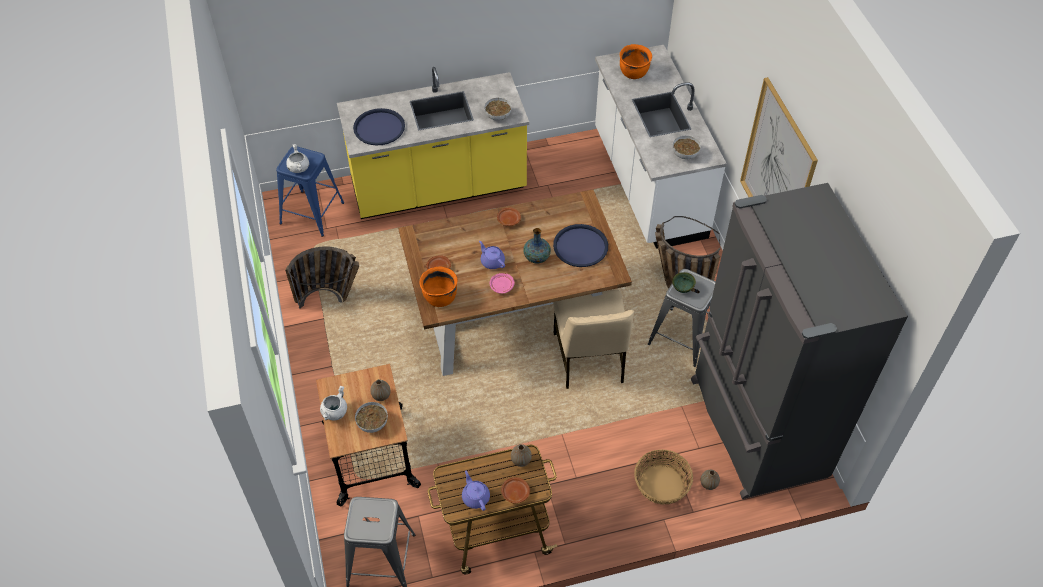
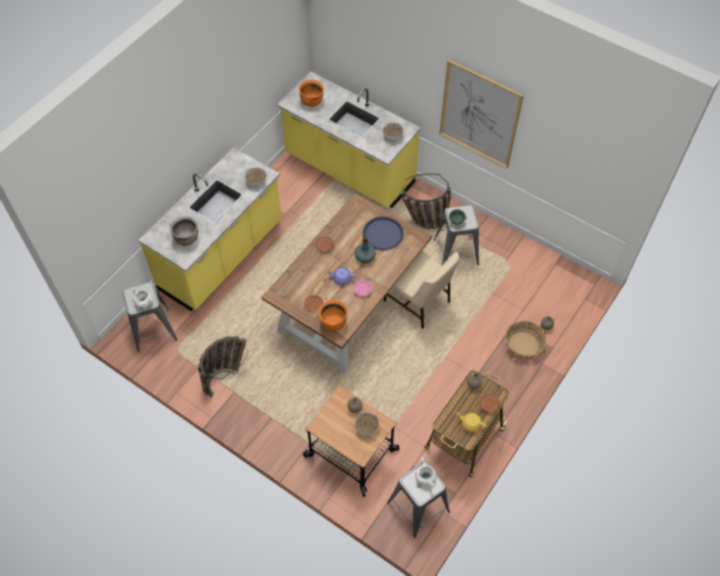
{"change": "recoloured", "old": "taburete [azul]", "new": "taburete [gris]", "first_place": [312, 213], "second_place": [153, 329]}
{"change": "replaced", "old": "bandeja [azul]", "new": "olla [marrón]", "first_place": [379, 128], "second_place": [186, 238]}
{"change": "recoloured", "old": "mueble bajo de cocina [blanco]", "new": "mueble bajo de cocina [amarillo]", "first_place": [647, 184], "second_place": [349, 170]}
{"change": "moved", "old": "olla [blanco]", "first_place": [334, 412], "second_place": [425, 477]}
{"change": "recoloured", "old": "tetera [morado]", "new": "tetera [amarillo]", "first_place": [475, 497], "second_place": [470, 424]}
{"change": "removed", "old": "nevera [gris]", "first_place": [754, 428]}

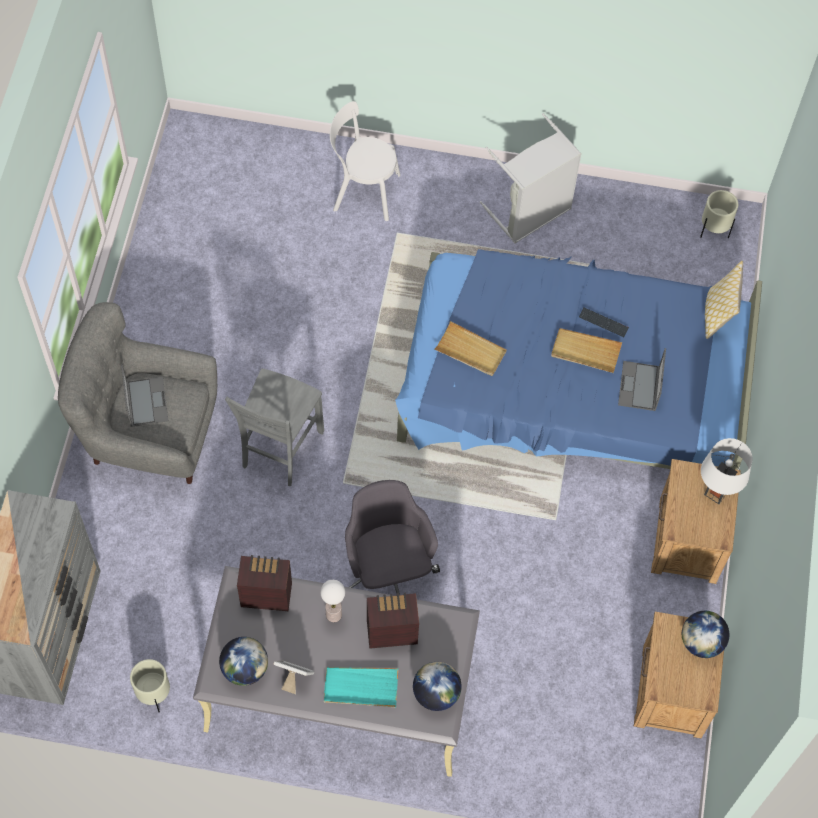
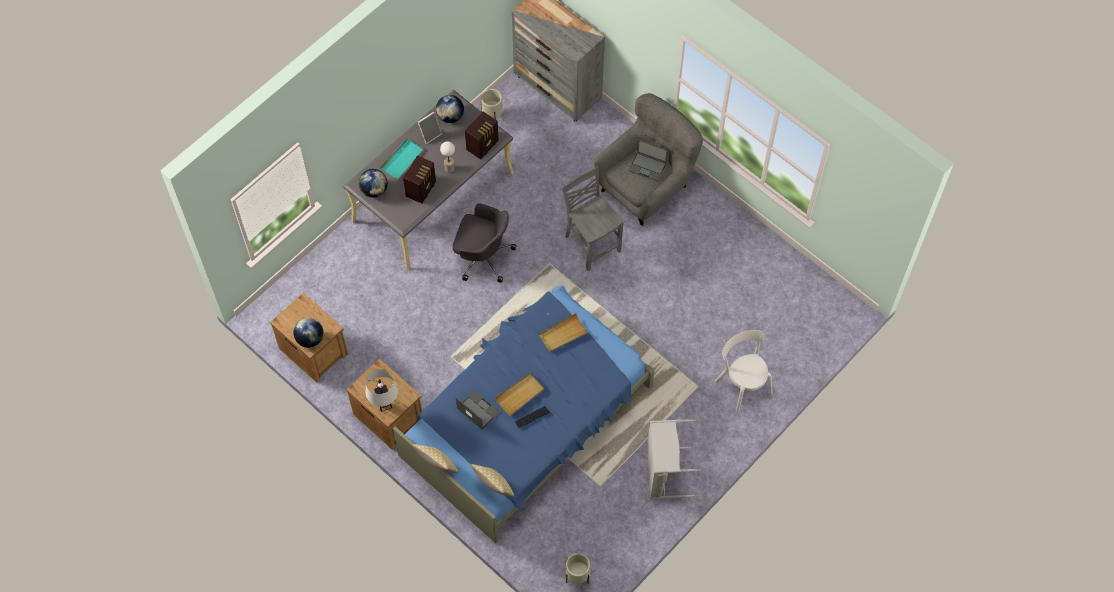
{"change": "added", "new": "cojín", "second_place": [437, 465]}
{"change": "turned", "old": "silla [blanco]", "first_place": [363, 191], "second_place": [742, 384], "degrees": -75}

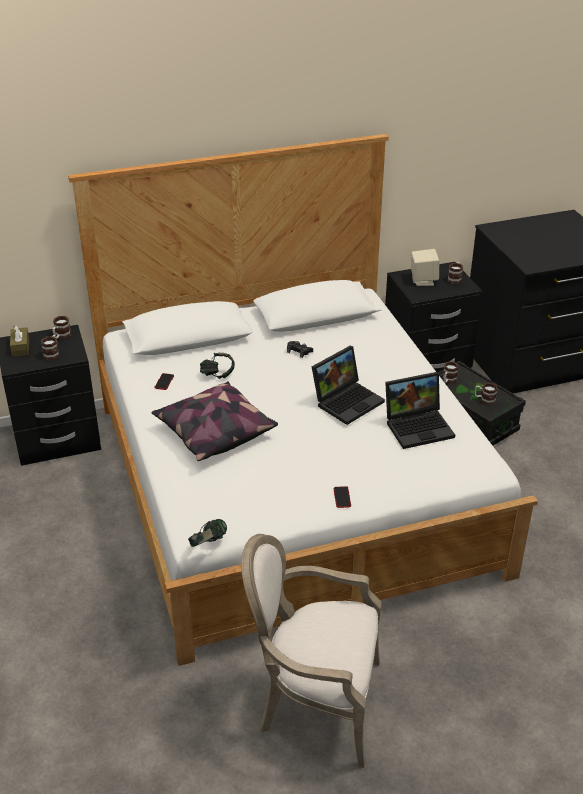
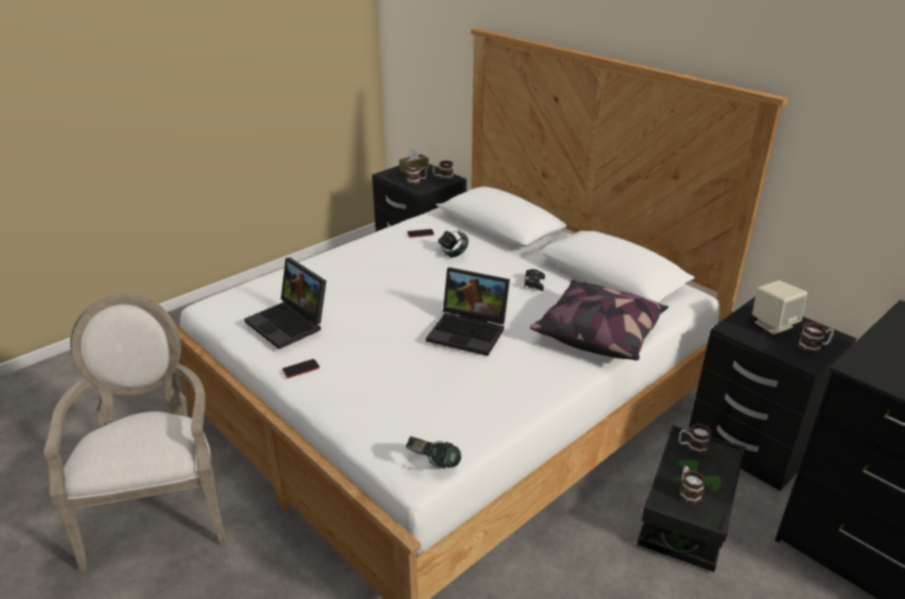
{"change": "moved", "old": "portátil", "first_place": [419, 426], "second_place": [290, 323]}
{"change": "moved", "old": "auriculares", "first_place": [208, 544], "second_place": [433, 464]}
{"change": "moved", "old": "cojín", "first_place": [214, 433], "second_place": [598, 334]}

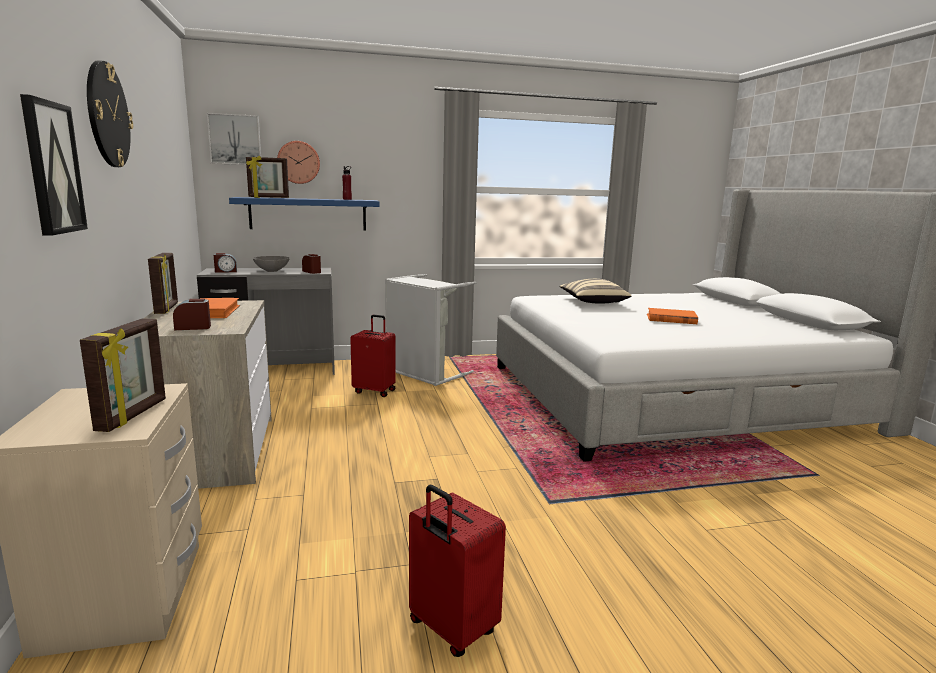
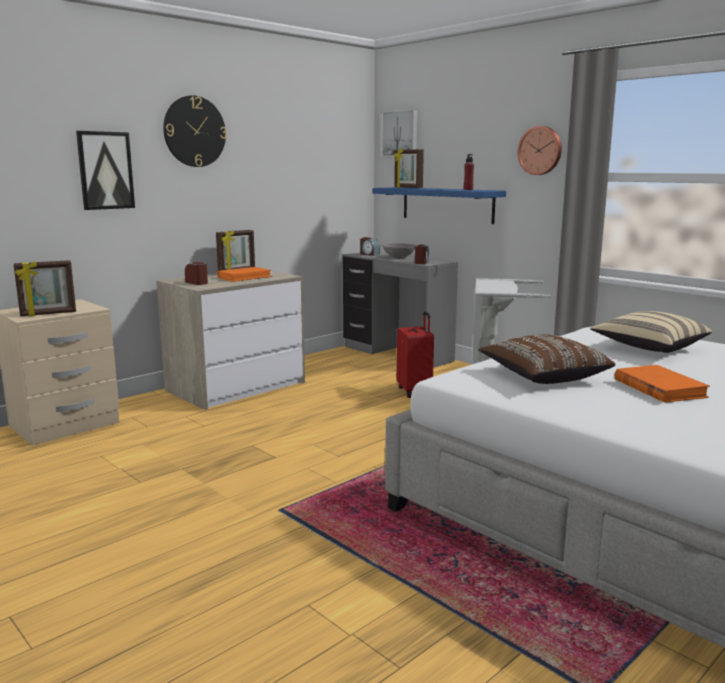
{"change": "added", "new": "cojín [marrón]", "second_place": [543, 376]}
{"change": "moved", "old": "reloj de pared", "first_place": [298, 162], "second_place": [540, 150]}
{"change": "removed", "old": "maleta [rojo]", "first_place": [451, 629]}

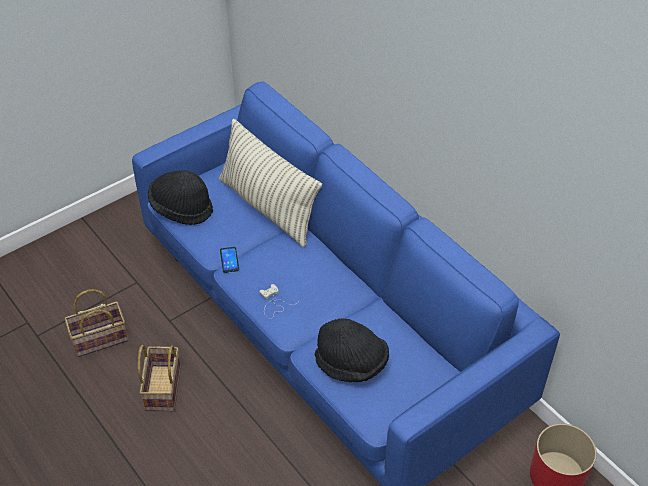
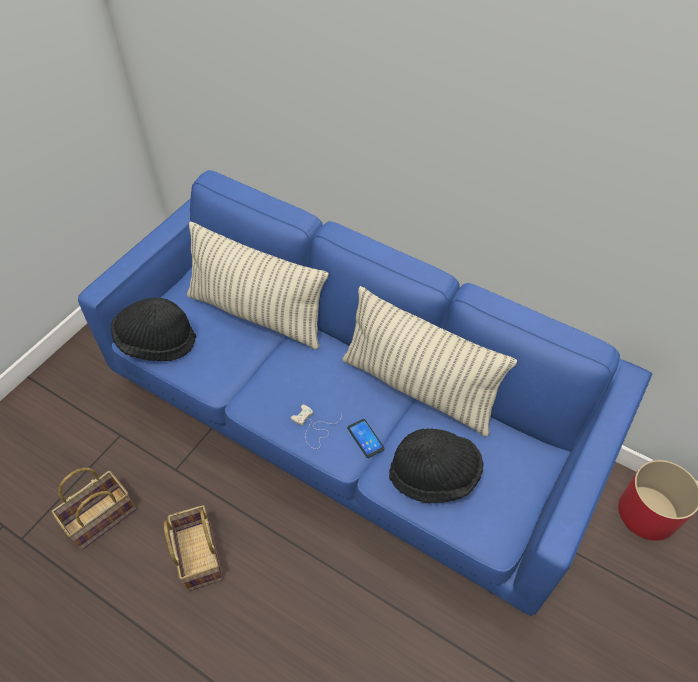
{"change": "added", "new": "cojín", "second_place": [418, 388]}
{"change": "moved", "old": "móvil", "first_place": [229, 260], "second_place": [365, 438]}

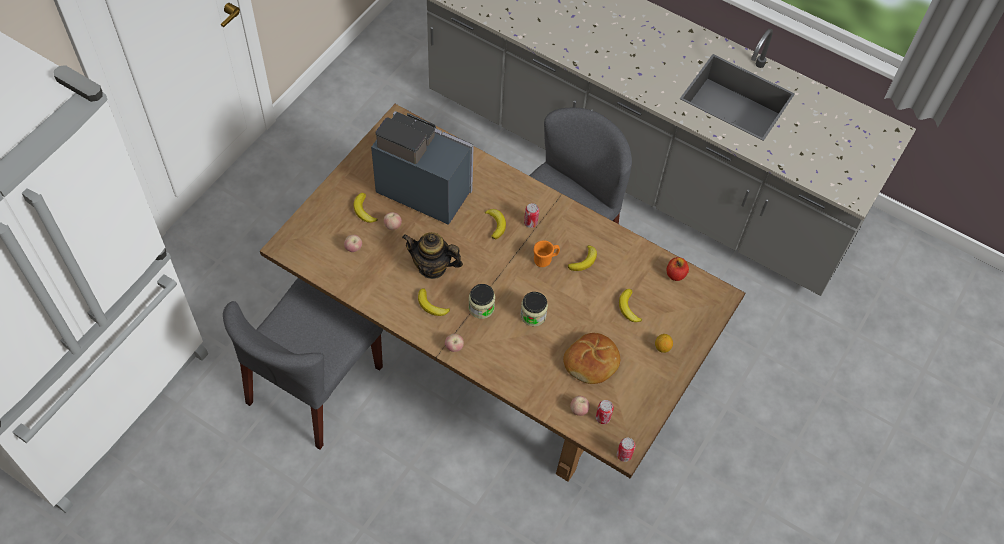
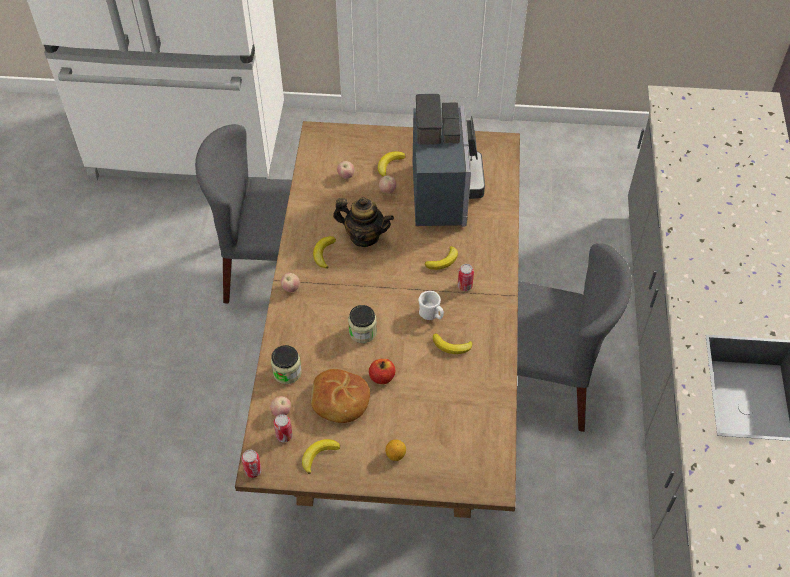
{"change": "moved", "old": "tarro", "first_place": [481, 308], "second_place": [287, 372]}
{"change": "moved", "old": "plátano", "first_place": [628, 308], "second_place": [318, 455]}
{"change": "turned", "old": "tetera", "first_place": [432, 267], "second_place": [364, 236], "degrees": 120}
{"change": "moved", "old": "manzana", "first_place": [675, 274], "second_place": [382, 377]}
{"change": "recoloured", "old": "taza grande [naranja]", "new": "taza grande [blanco]", "first_place": [545, 259], "second_place": [431, 315]}

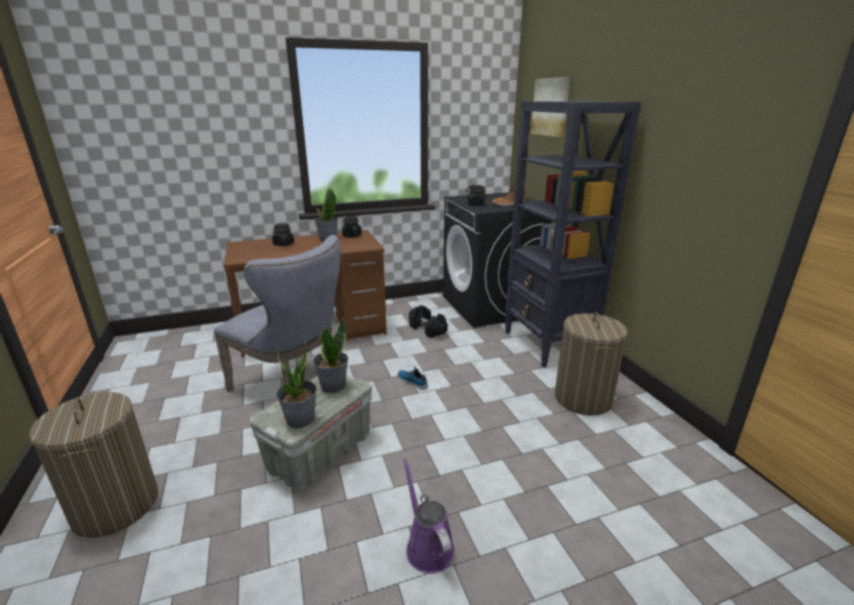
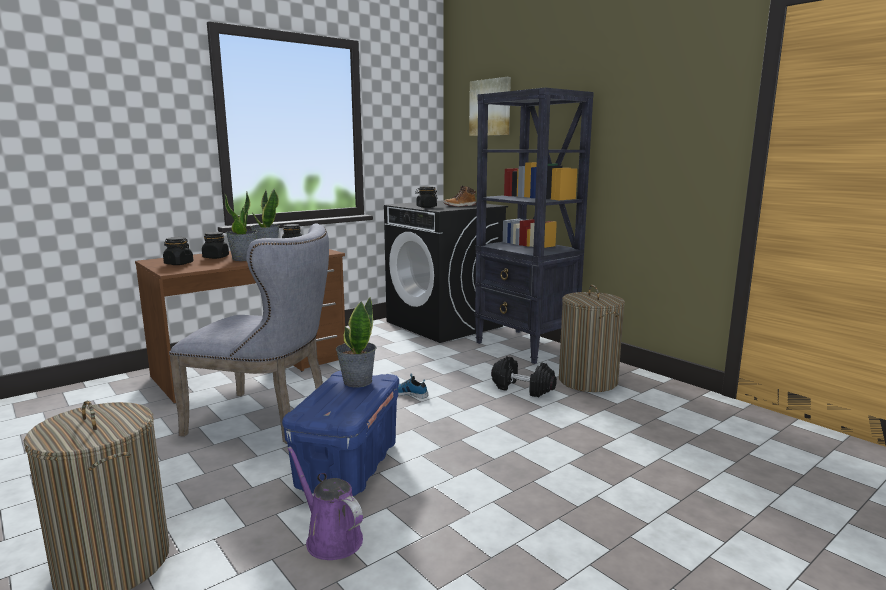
{"change": "added", "new": "tarro [negro]", "second_place": [178, 264]}
{"change": "moved", "old": "planta en maceta", "first_place": [300, 419], "second_place": [244, 259]}
{"change": "recoloured", "old": "caja de almacenaje [gris]", "new": "caja de almacenaje [azul]", "first_place": [320, 451], "second_place": [348, 465]}
{"change": "moved", "old": "regadera [morado]", "first_place": [427, 545], "second_place": [330, 538]}
{"change": "moved", "old": "mancuerna [negro]", "first_place": [428, 329], "second_place": [523, 388]}

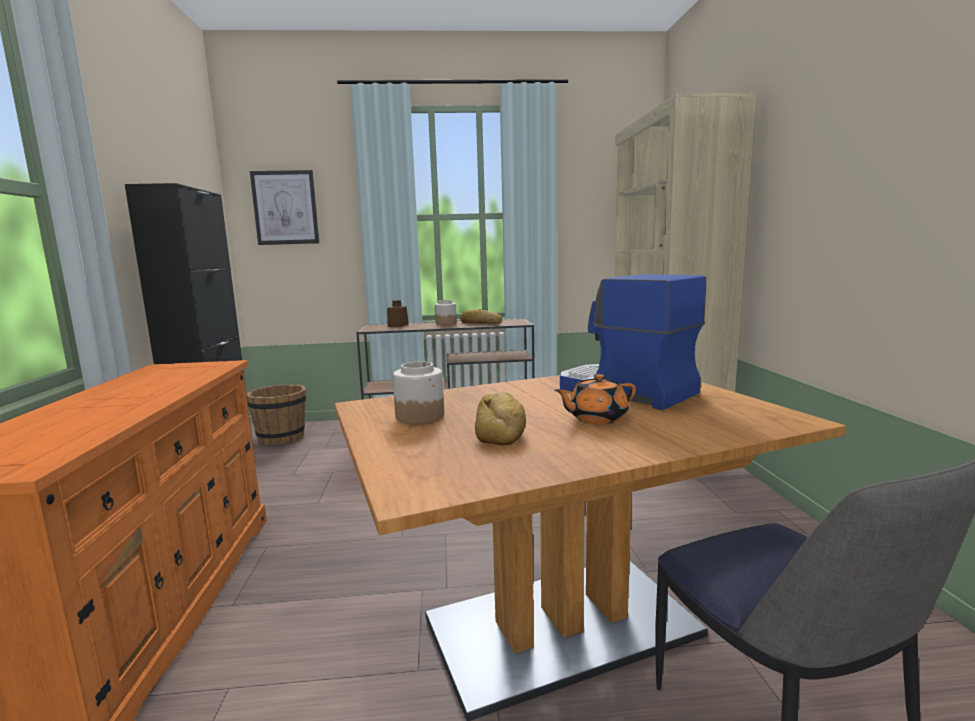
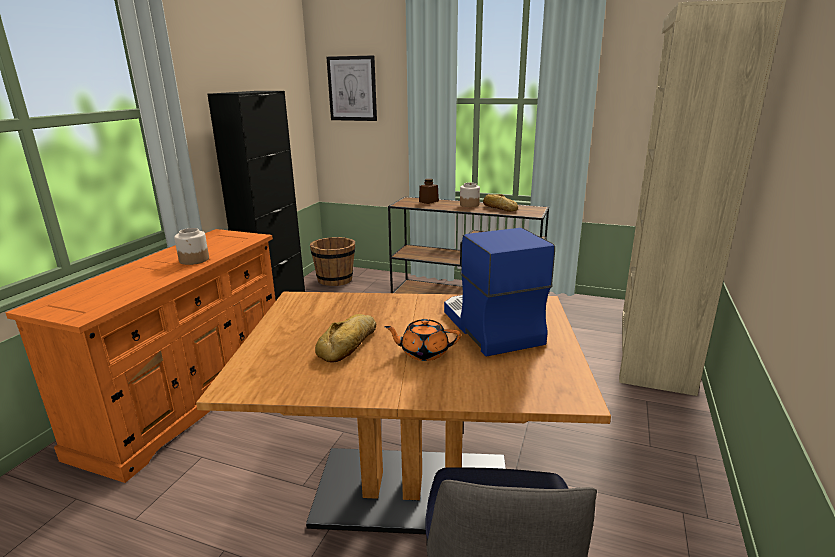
{"change": "moved", "old": "tarro", "first_place": [420, 416], "second_place": [194, 260]}

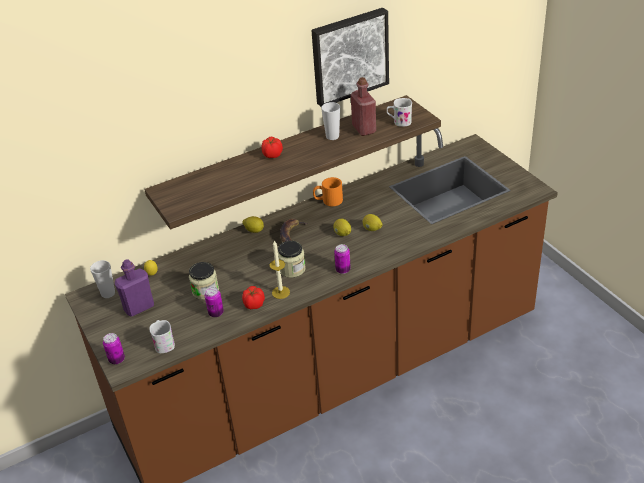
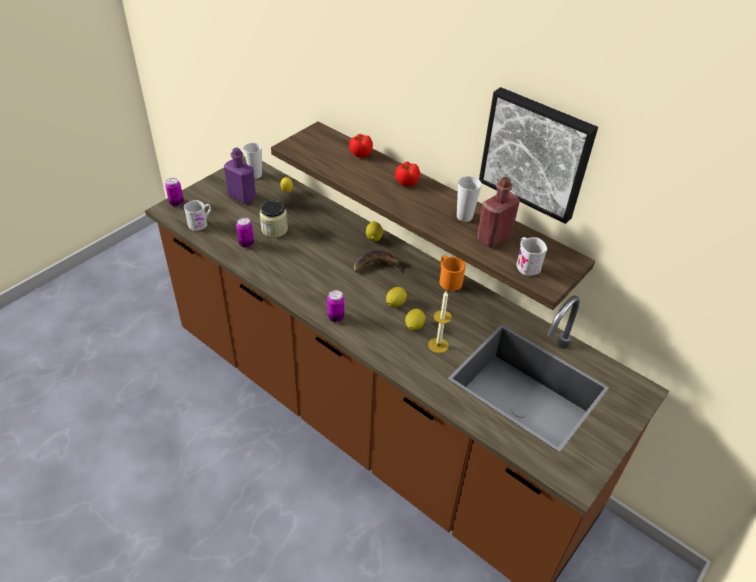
{"change": "moved", "old": "tomate", "first_place": [253, 305], "second_place": [360, 153]}
{"change": "moved", "old": "vela", "first_place": [280, 292], "second_place": [438, 345]}
{"change": "removed", "old": "tarro", "first_place": [292, 269]}

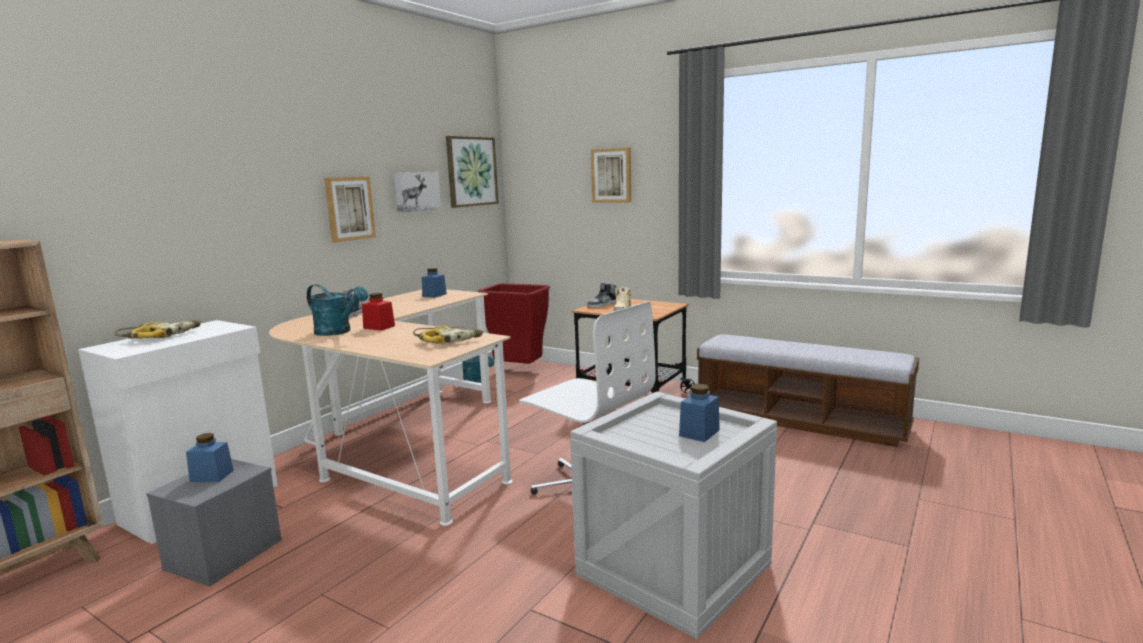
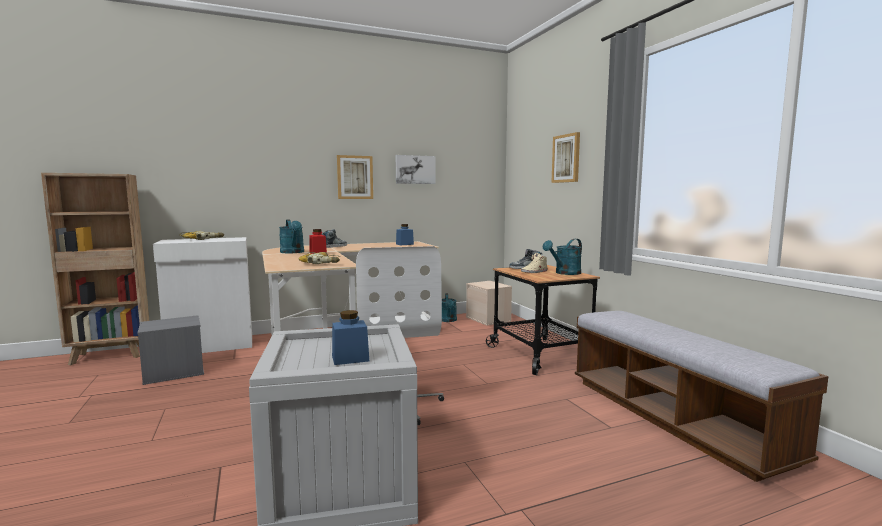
{"change": "replaced", "old": "papelera [rojo]", "new": "caja de almacenaje [beis]", "first_place": [519, 371], "second_place": [489, 319]}
{"change": "added", "new": "regadera [turquesa]", "second_place": [565, 273]}
{"change": "removed", "old": "tarro [azul]", "first_place": [212, 476]}
{"change": "removed", "old": "cuadro", "first_place": [471, 171]}

